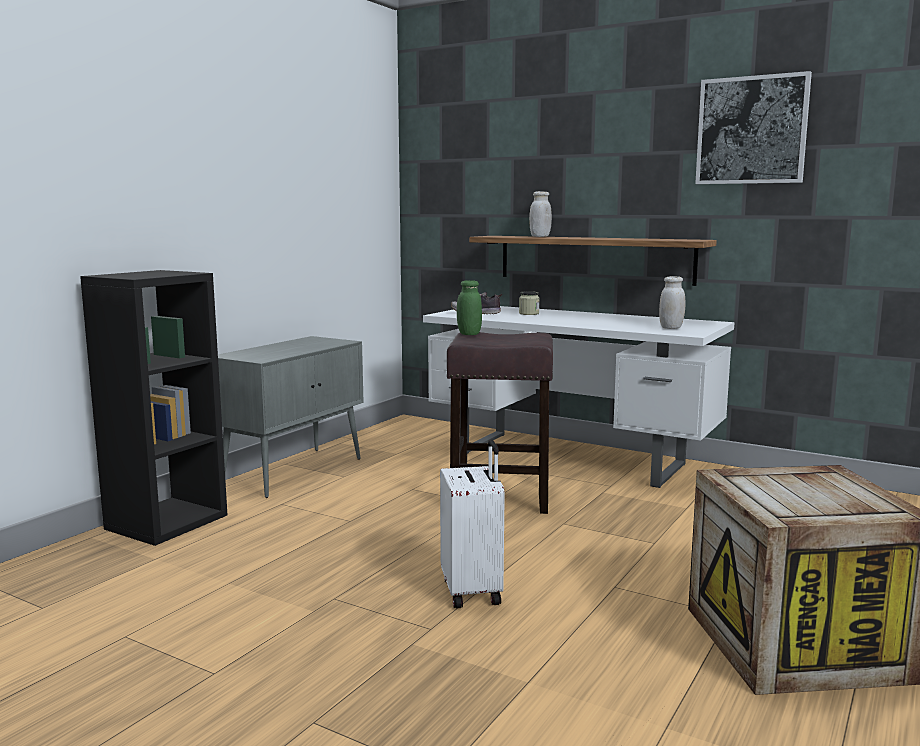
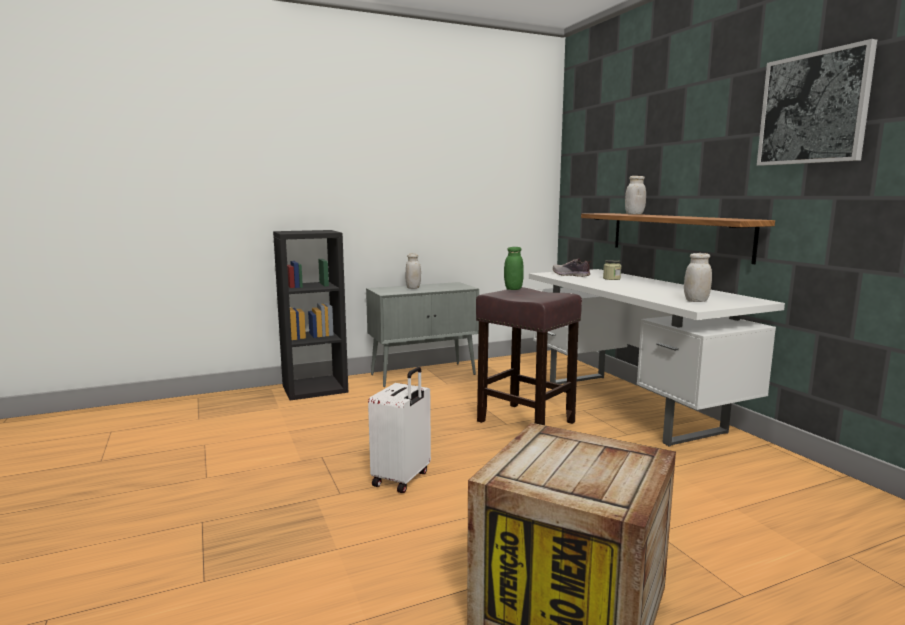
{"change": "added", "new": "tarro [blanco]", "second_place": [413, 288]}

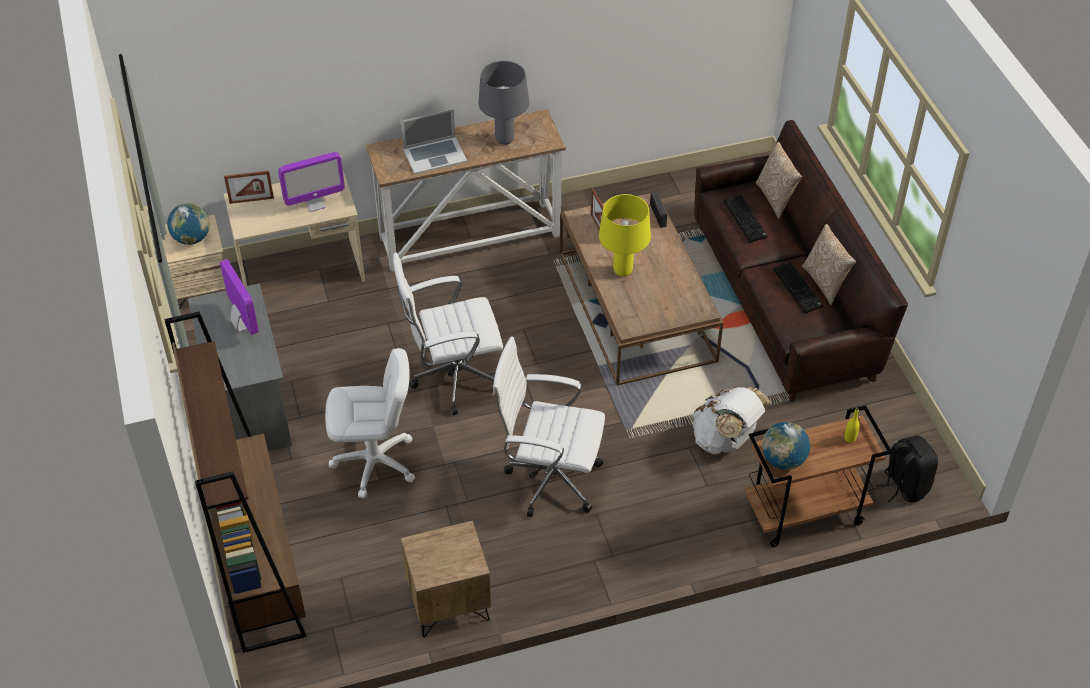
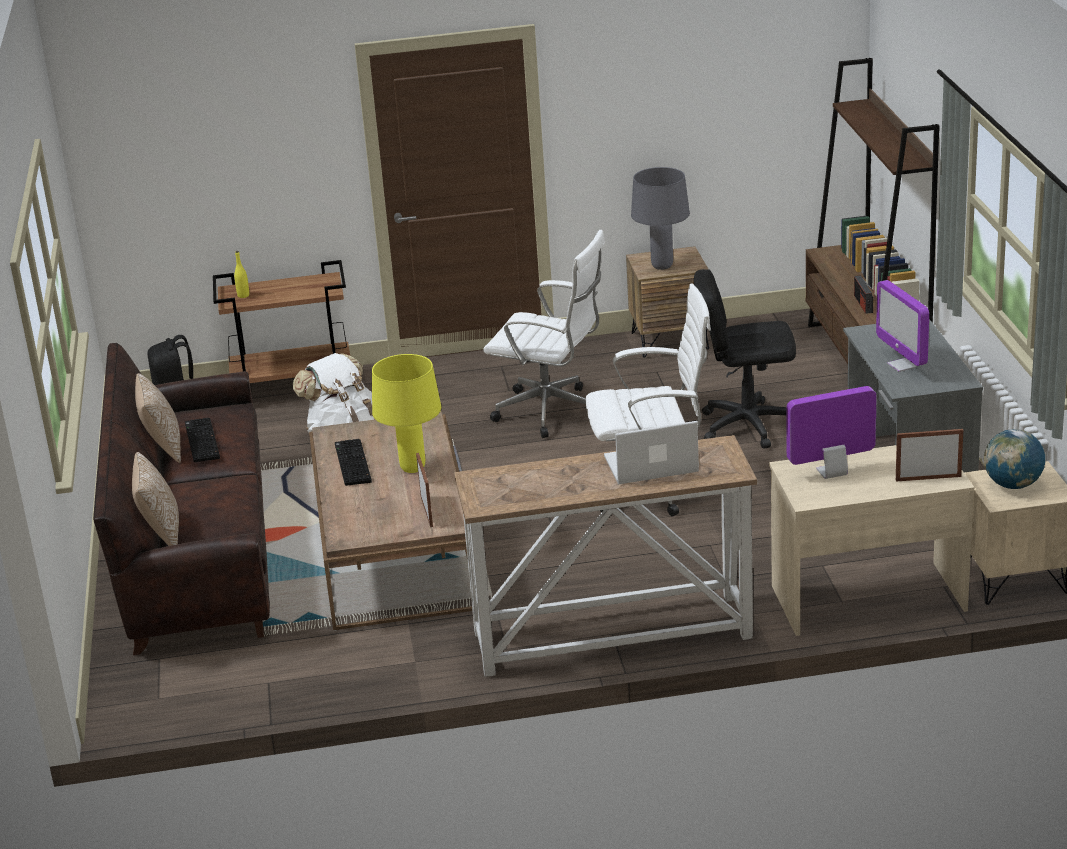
{"change": "moved", "old": "teclado", "first_place": [746, 219], "second_place": [351, 463]}
{"change": "moved", "old": "lámpara de mesa [gris]", "first_place": [505, 140], "second_place": [661, 266]}
{"change": "recoloured", "old": "silla de oficina [blanco]", "new": "silla de oficina [negro]", "first_place": [375, 463], "second_place": [747, 425]}
{"change": "moved", "old": "radio", "first_place": [658, 215], "second_place": [863, 304]}
{"change": "removed", "old": "globo terráqueo", "first_place": [783, 460]}

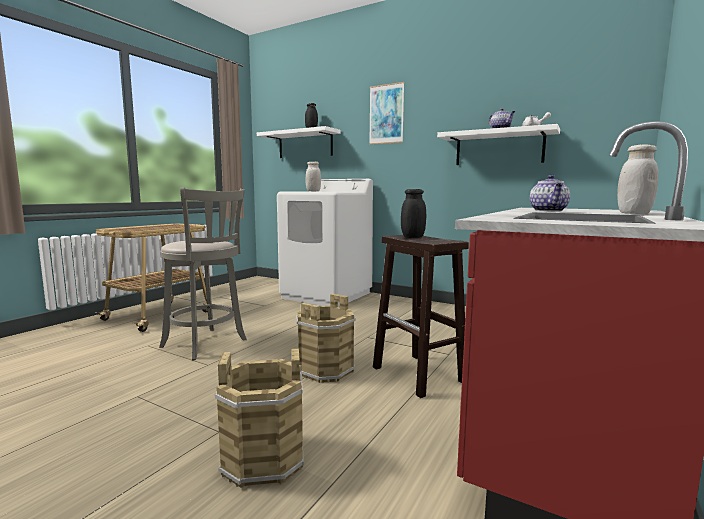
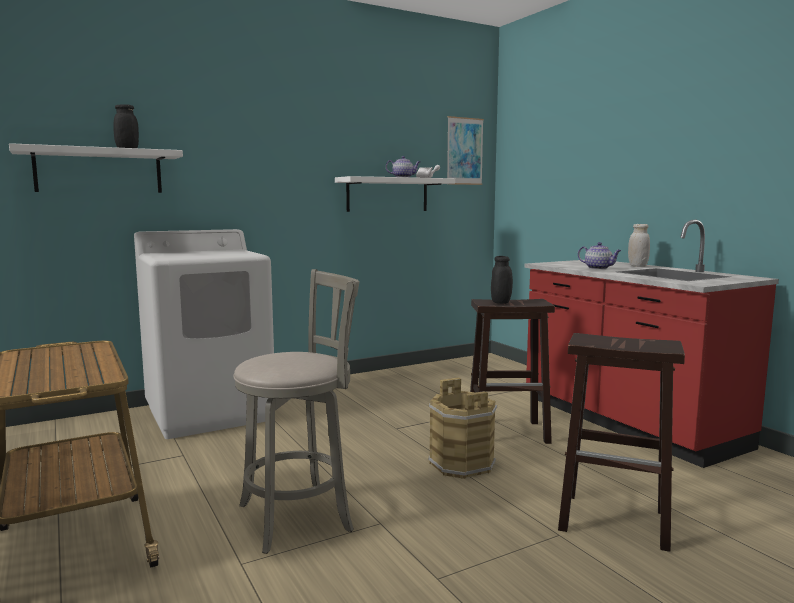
{"change": "moved", "old": "cuadro", "first_place": [386, 114], "second_place": [464, 151]}
{"change": "replaced", "old": "cubo [marrón]", "new": "taburete [marrón]", "first_place": [263, 459], "second_place": [616, 520]}
{"change": "removed", "old": "tarro [blanco]", "first_place": [313, 191]}

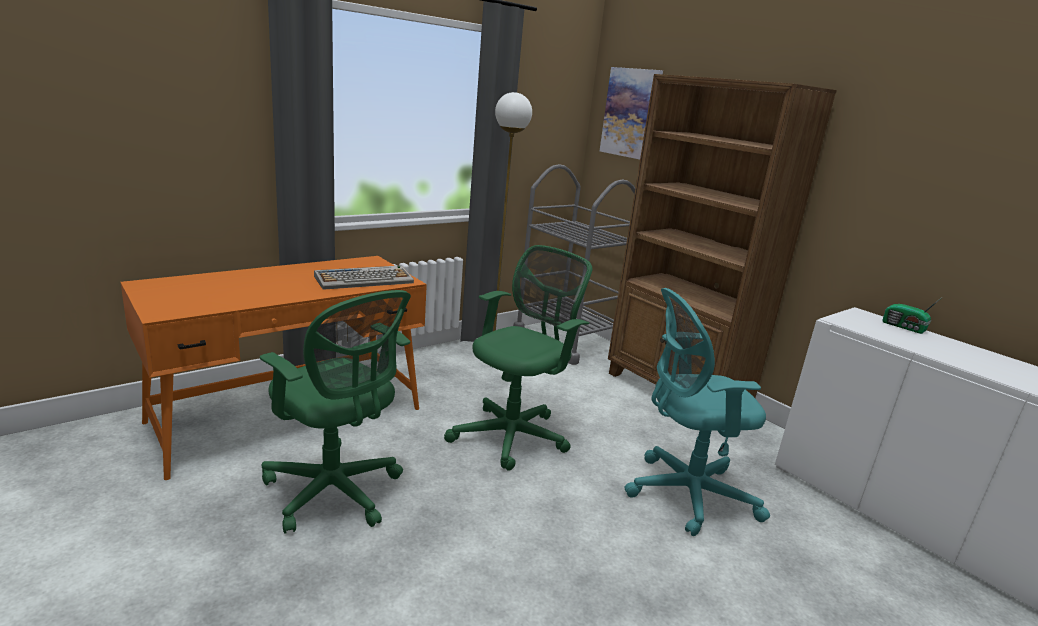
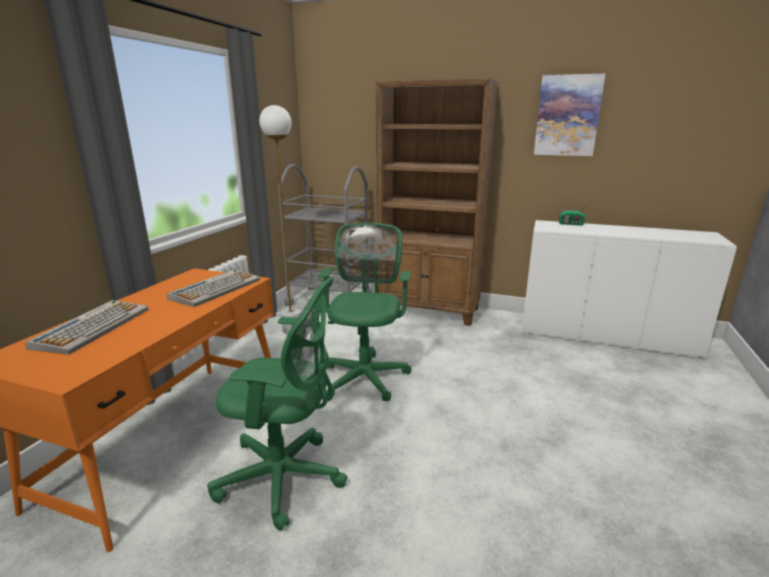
{"change": "added", "new": "teclado", "second_place": [93, 327]}
{"change": "moved", "old": "cuadro", "first_place": [631, 113], "second_place": [567, 116]}
{"change": "removed", "old": "silla de oficina [turquesa]", "first_place": [684, 494]}

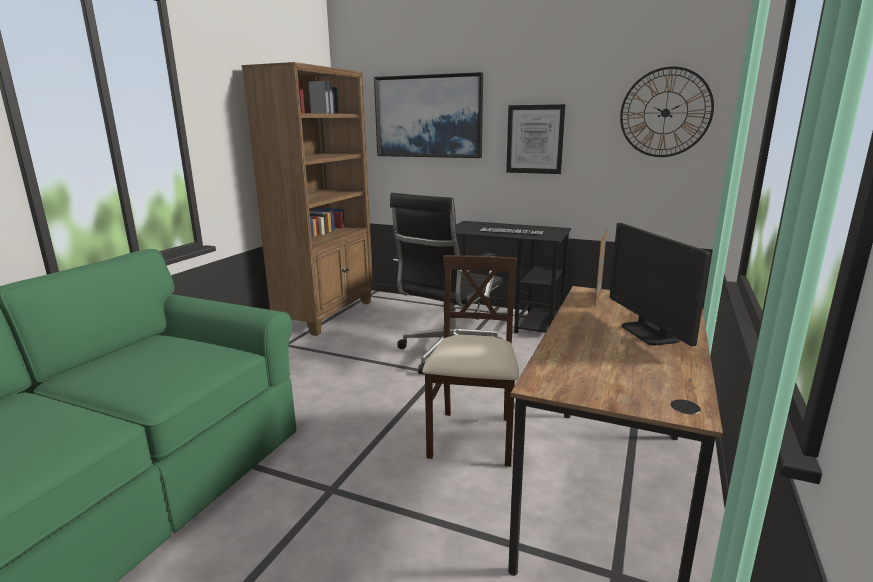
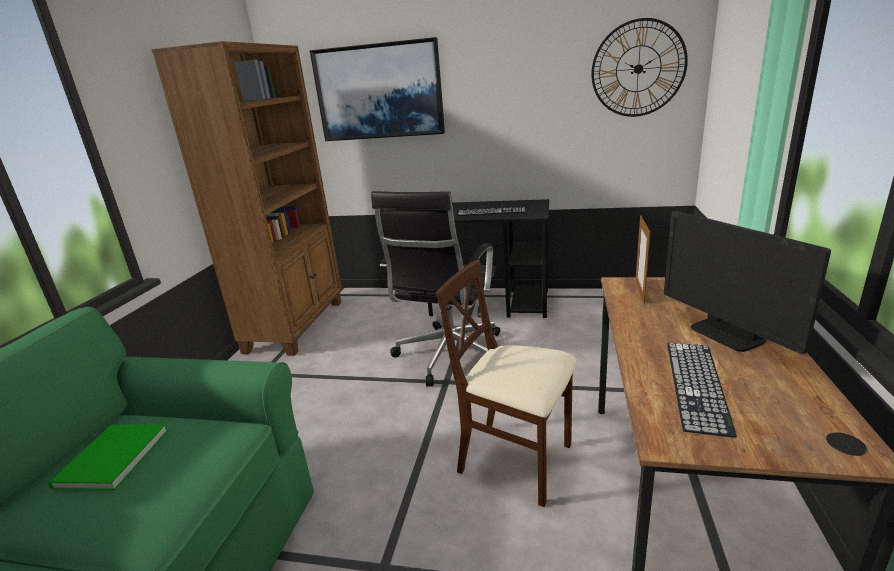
{"change": "added", "new": "libro [verde]", "second_place": [109, 460]}
{"change": "turned", "old": "silla [beis]", "first_place": [473, 438], "second_place": [516, 460], "degrees": -60}
{"change": "added", "new": "teclado", "second_place": [697, 384]}
{"change": "removed", "old": "cuadro", "first_place": [535, 139]}

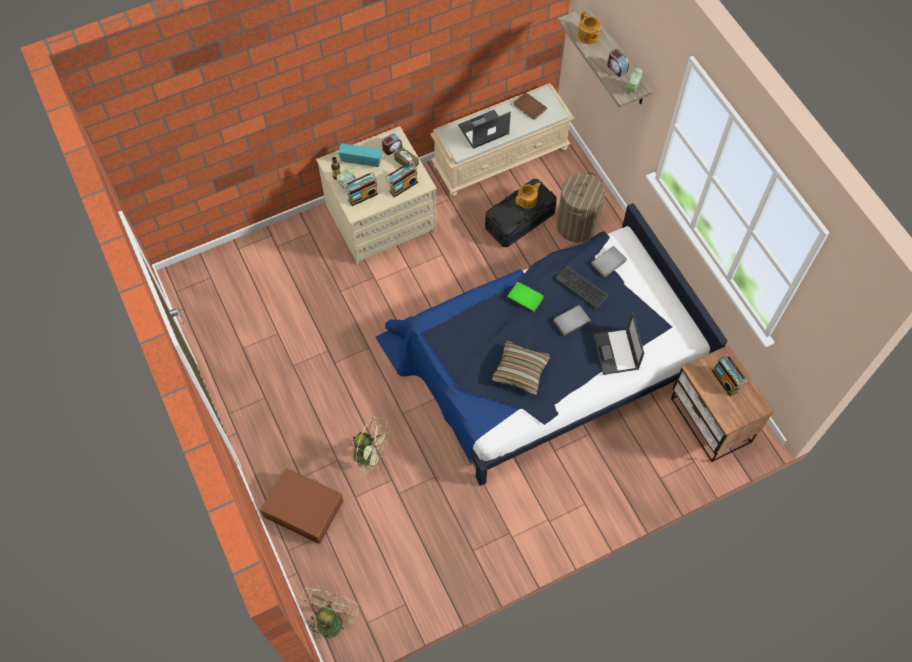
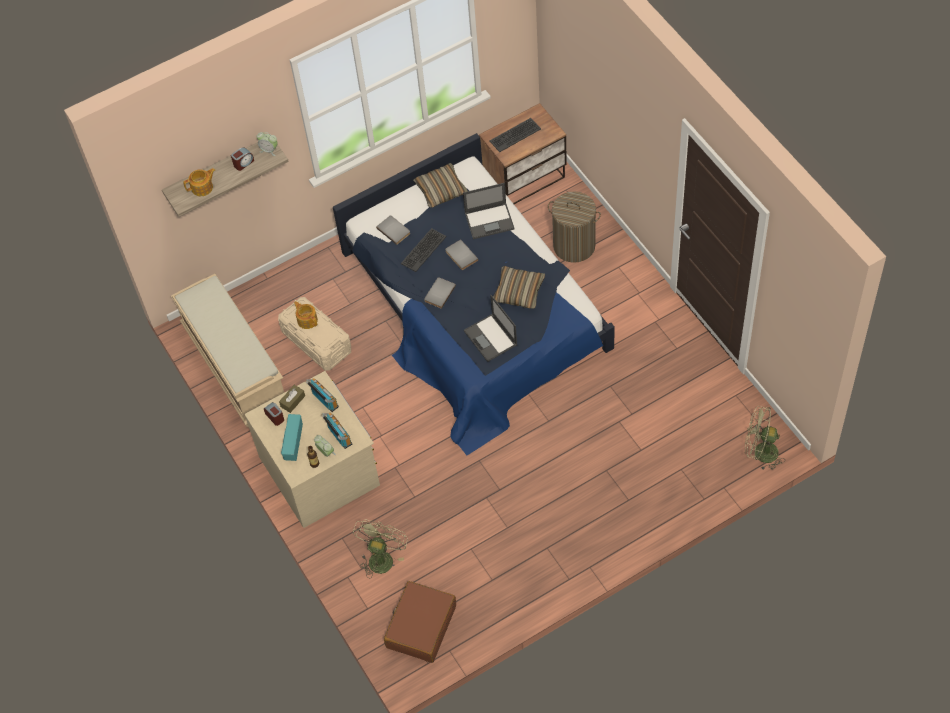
{"change": "recoloured", "old": "caja de almacenaje [negro]", "new": "caja de almacenaje [beis]", "first_place": [520, 220], "second_place": [316, 341]}
{"change": "moved", "old": "ventilador [verde]", "first_place": [371, 455], "second_place": [381, 557]}
{"change": "moved", "old": "maleta [marrón]", "first_place": [304, 508], "second_place": [421, 626]}
{"change": "added", "new": "cojín", "second_place": [441, 190]}
{"change": "recoloured", "old": "libro [verde]", "new": "libro [gris]", "first_place": [525, 297], "second_place": [439, 293]}
{"change": "moved", "old": "portátil", "first_place": [483, 130], "second_place": [491, 338]}
{"change": "replaced", "old": "radio", "new": "teclado", "first_place": [726, 381], "second_place": [515, 135]}
{"change": "moved", "old": "cesto de la ropa", "first_place": [576, 225], "second_place": [574, 246]}
{"change": "removed", "old": "libro [marrón]", "first_place": [529, 107]}

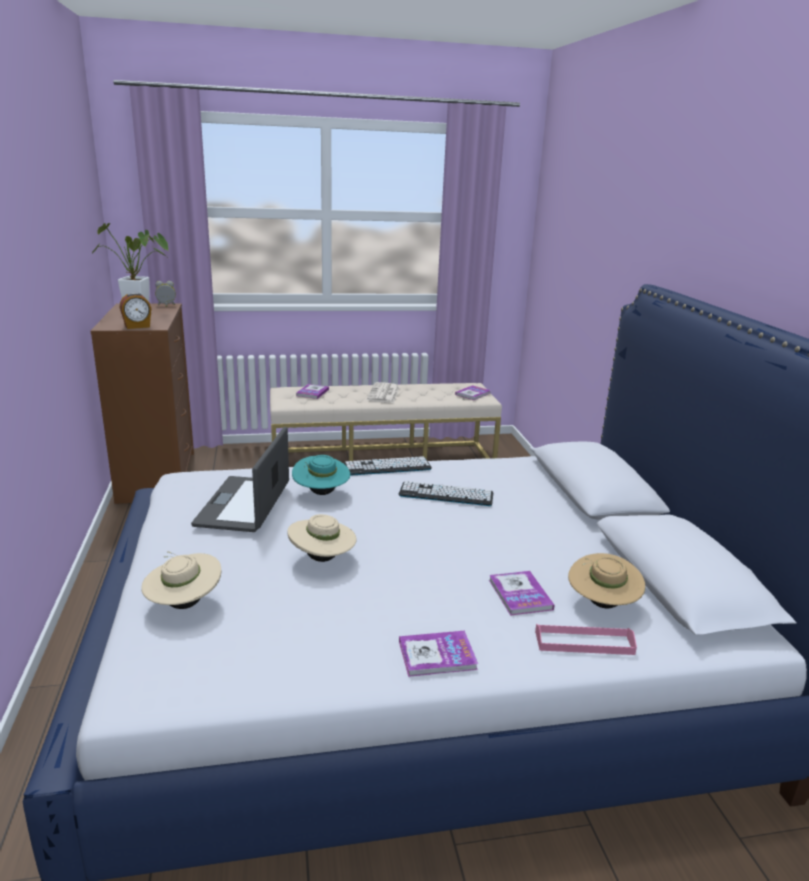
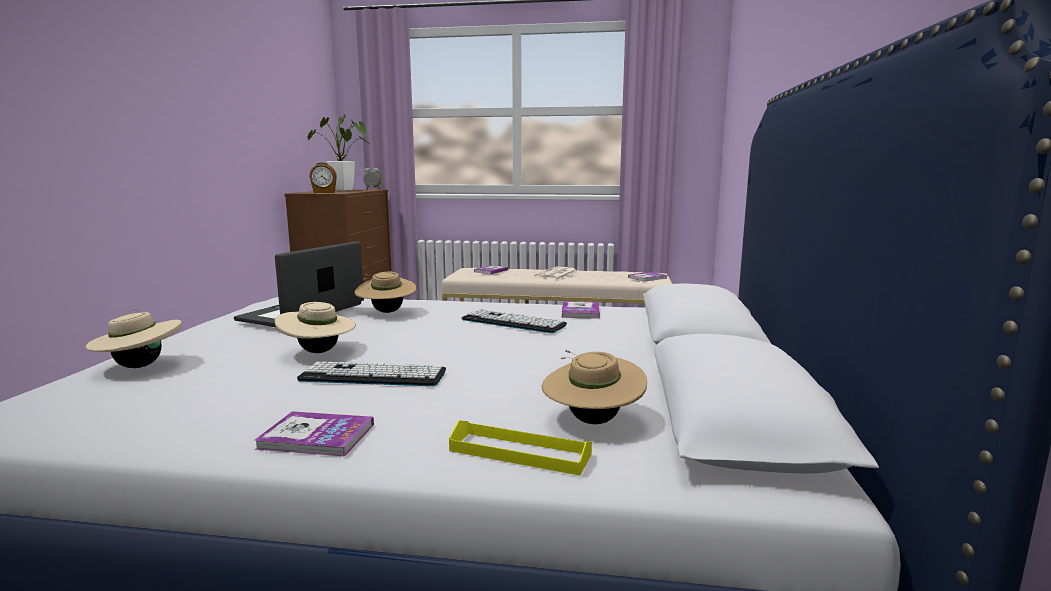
{"change": "moved", "old": "teclado", "first_place": [387, 467], "second_place": [373, 376]}
{"change": "recoloured", "old": "sombrero [turquesa]", "new": "sombrero [beis]", "first_place": [321, 493], "second_place": [386, 312]}
{"change": "recoloured", "old": "bandeja [rosa]", "new": "bandeja [amarillo]", "first_place": [584, 643], "second_place": [519, 453]}
{"change": "moved", "old": "libro", "first_place": [520, 594], "second_place": [580, 312]}

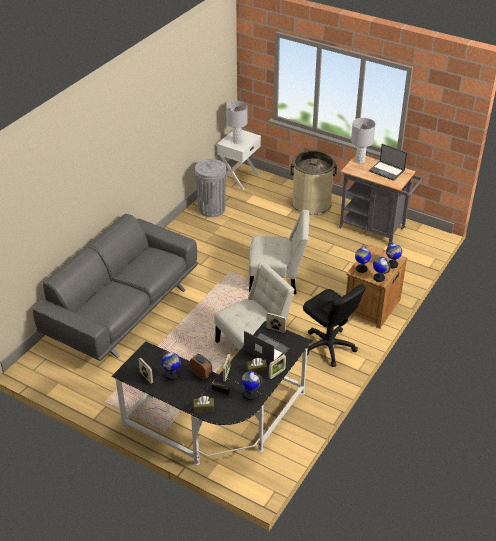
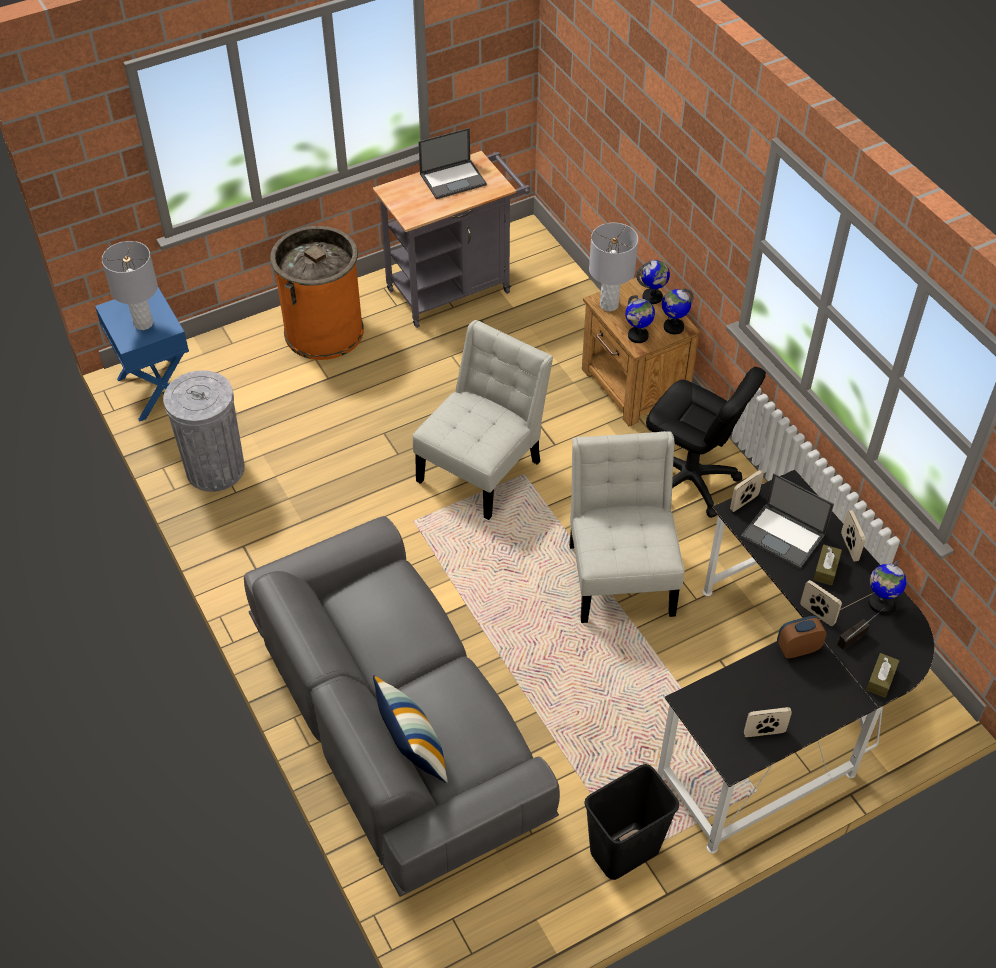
{"change": "recoloured", "old": "mesita de noche [blanco]", "new": "mesita de noche [azul]", "first_place": [238, 177], "second_place": [156, 389]}
{"change": "recoloured", "old": "papelera [beis]", "new": "papelera [naranja]", "first_place": [311, 204], "second_place": [324, 331]}
{"change": "added", "new": "cojín", "second_place": [413, 751]}
{"change": "added", "new": "papelera [negro]", "second_place": [624, 852]}
{"change": "moved", "old": "lámpara de mesa [gris]", "first_place": [360, 161], "second_place": [608, 305]}
{"change": "turned", "old": "silla de oficina [negro]", "first_place": [328, 347], "second_place": [690, 481], "degrees": 45}
{"change": "turned", "old": "portátil", "first_place": [266, 349], "second_place": [784, 536], "degrees": -120}
{"change": "removed", "old": "globo terráqueo", "first_place": [172, 375]}

